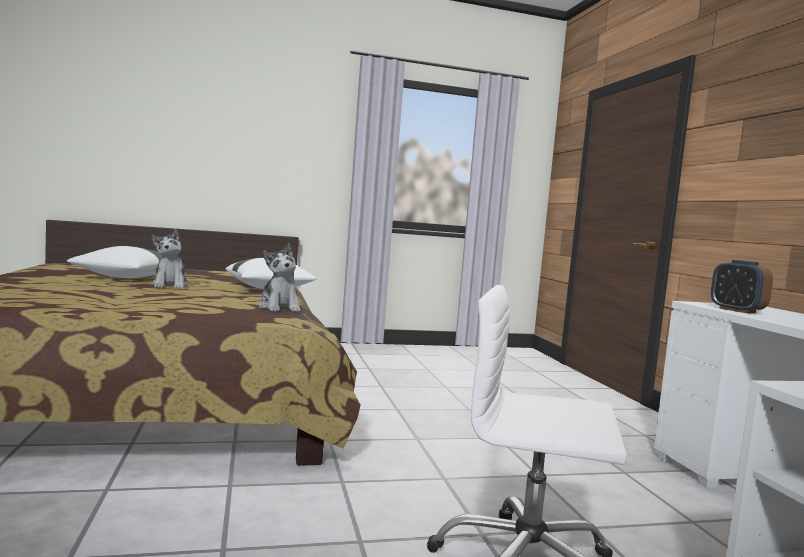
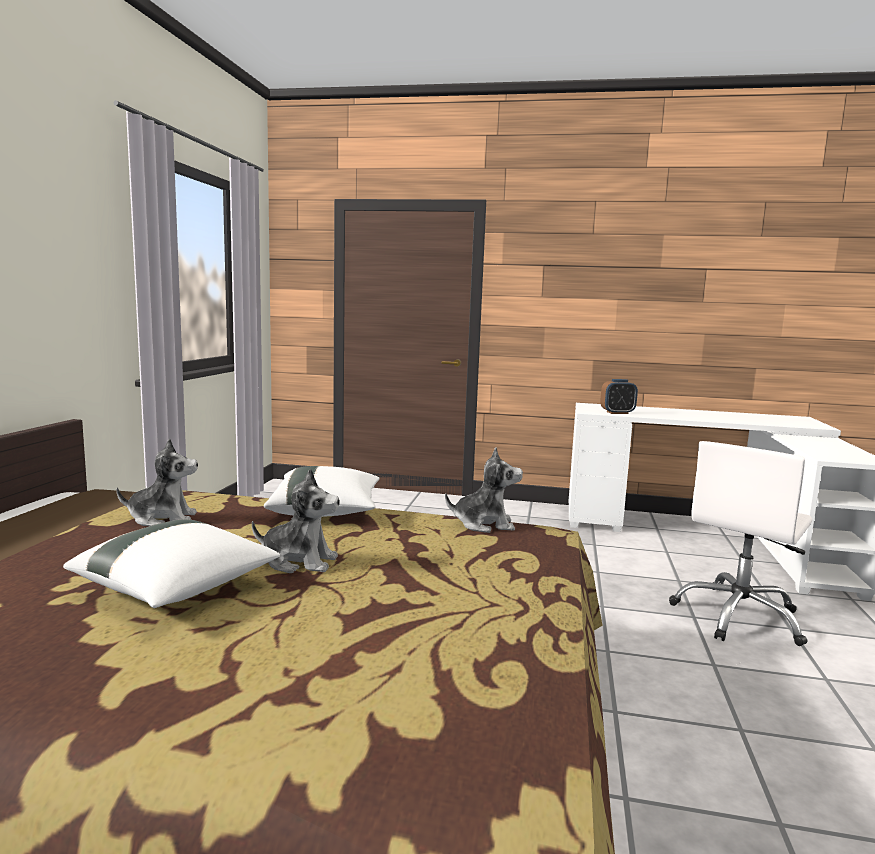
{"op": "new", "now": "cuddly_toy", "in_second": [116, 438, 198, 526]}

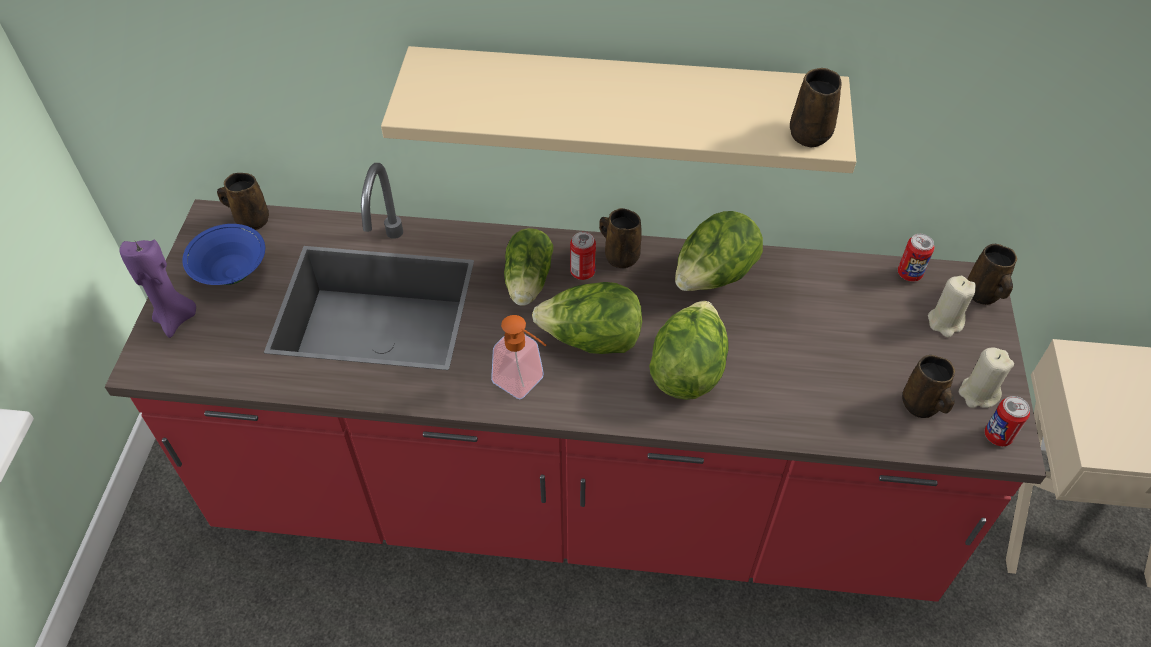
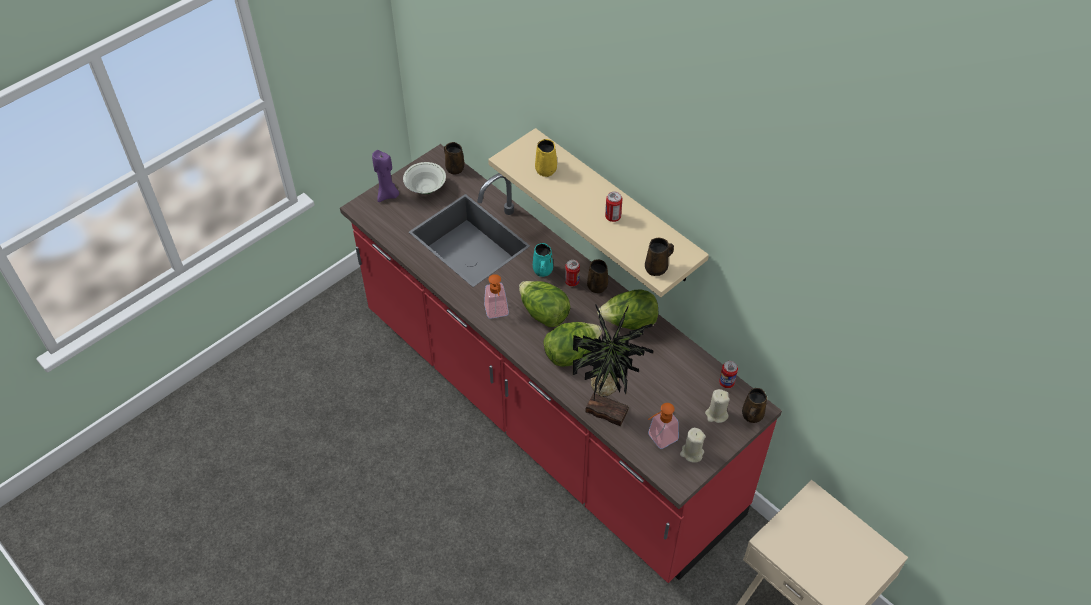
{"op": "new", "now": "yellow-coloured_tea_mug", "in_second": [535, 139, 557, 177]}
{"op": "new", "now": "potted_plant", "in_second": [572, 304, 654, 426]}
{"op": "shifted", "was": "metal_can", "in_first": [985, 396, 1030, 446], "in_second": [605, 192, 622, 222]}
{"op": "swapped", "was": "lettuce_head", "now": "turquoise_tea_mug", "in_first": [504, 228, 553, 306], "in_second": [533, 243, 553, 277]}
{"op": "swapped", "was": "brownish_tea_mug", "now": "soap_bottle", "in_first": [902, 355, 955, 418], "in_second": [648, 403, 679, 449]}
{"op": "repainted", "was": "blue_bowl", "now": "white_bowl", "in_first": [182, 224, 265, 285], "in_second": [403, 162, 446, 194]}

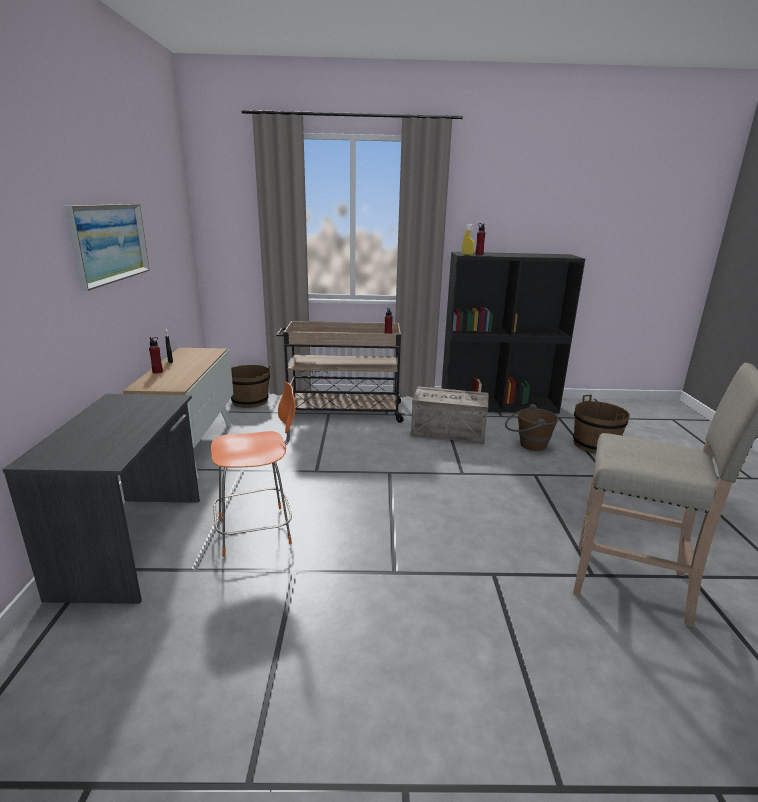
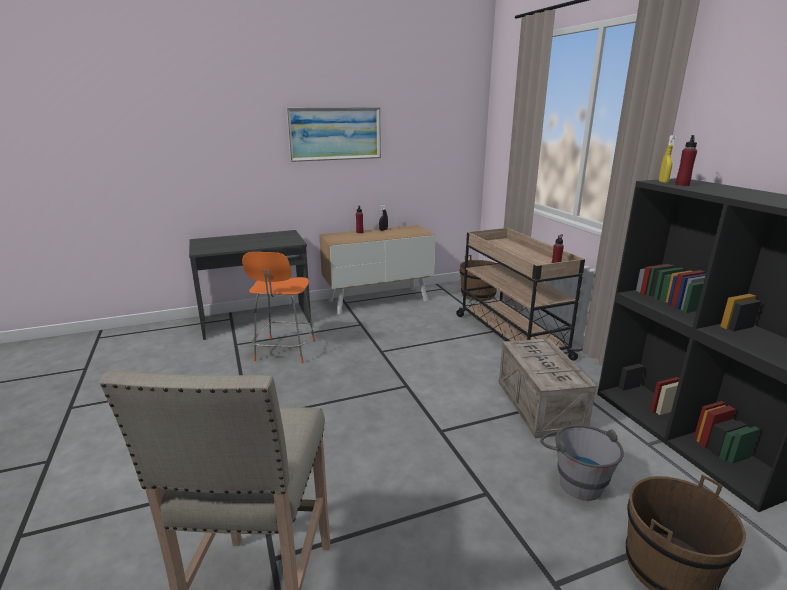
{"op": "repainted", "was": "brownish_bucket", "now": "grey_bucket", "in_first": [505, 404, 559, 451], "in_second": [540, 425, 624, 501]}
{"op": "rotated", "was": "orangey_upright_chair", "in_first": [211, 382, 296, 557], "in_second": [242, 252, 315, 363], "clockwise": 45}

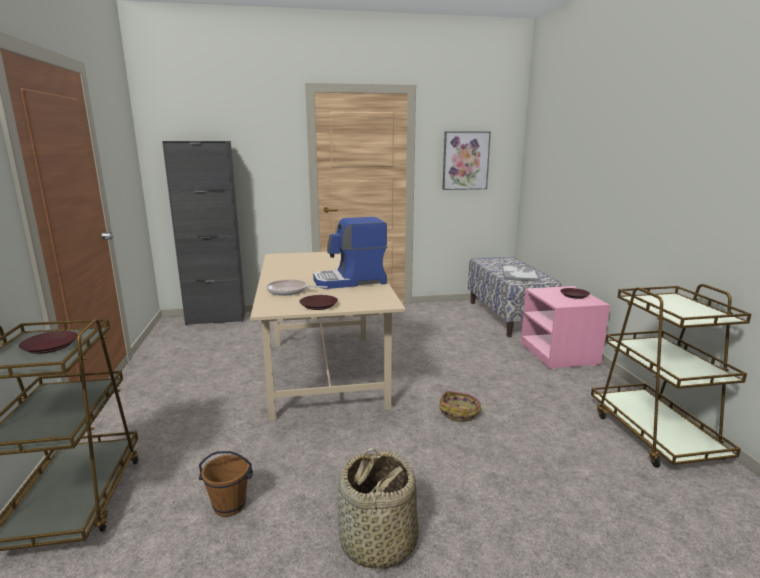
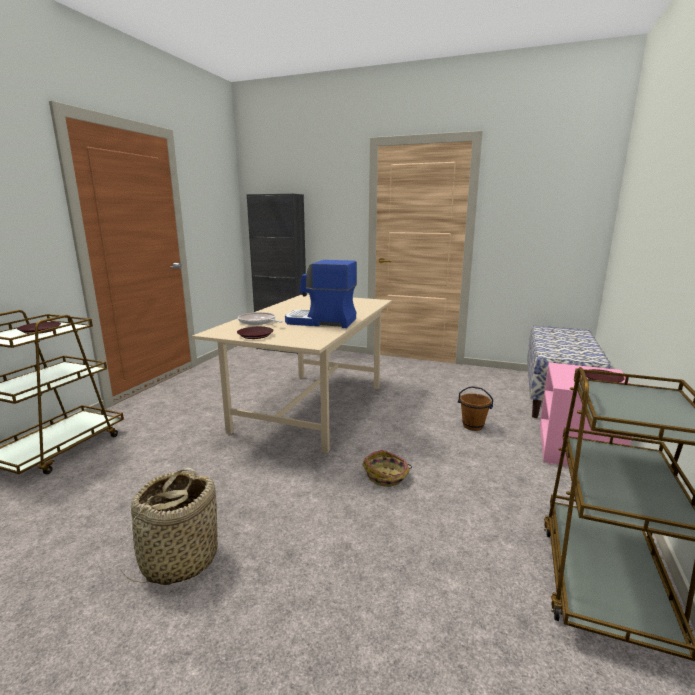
{"op": "gone", "was": "wall_picture", "in_first": [442, 131, 491, 190]}
{"op": "gone", "was": "tray", "in_first": [502, 265, 540, 282]}
{"op": "shifted", "was": "brownish_bucket", "in_first": [199, 451, 253, 517], "in_second": [458, 386, 493, 431]}

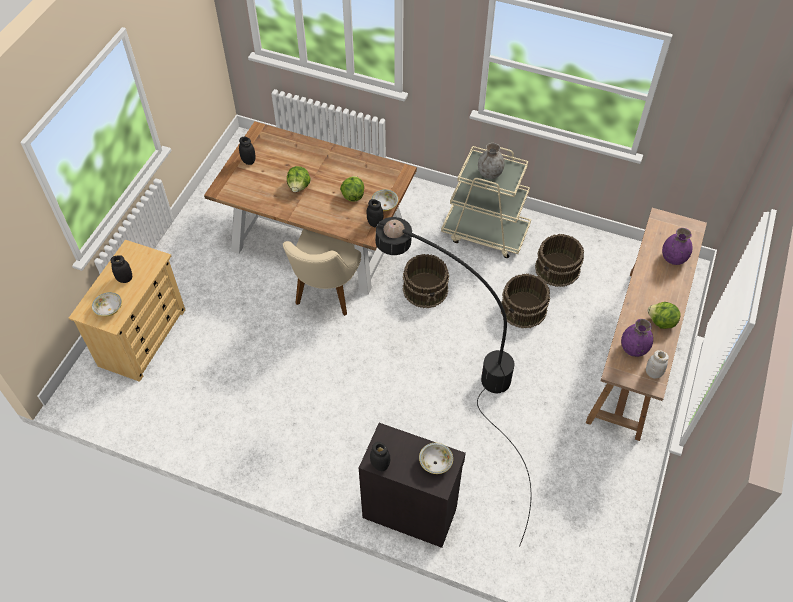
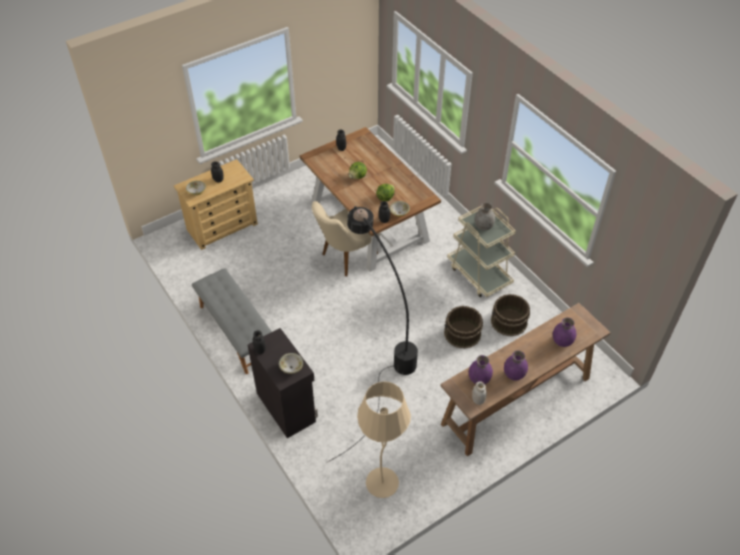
{"op": "gone", "was": "brownish_bucket", "in_first": [403, 254, 449, 308]}
{"op": "new", "now": "grey_long_seat", "in_second": [192, 268, 272, 374]}
{"op": "new", "now": "sand-coloured_standard_lamp", "in_second": [357, 381, 411, 498]}
{"op": "swapped", "was": "lettuce_head", "now": "purple-coloured_decorative_vase", "in_first": [648, 302, 680, 329], "in_second": [504, 350, 528, 380]}

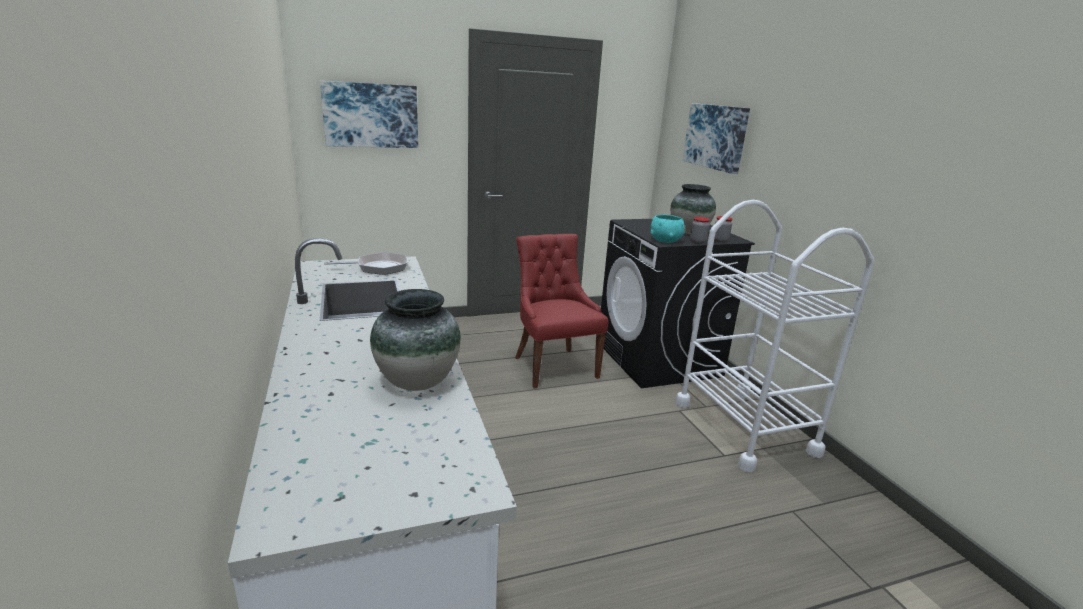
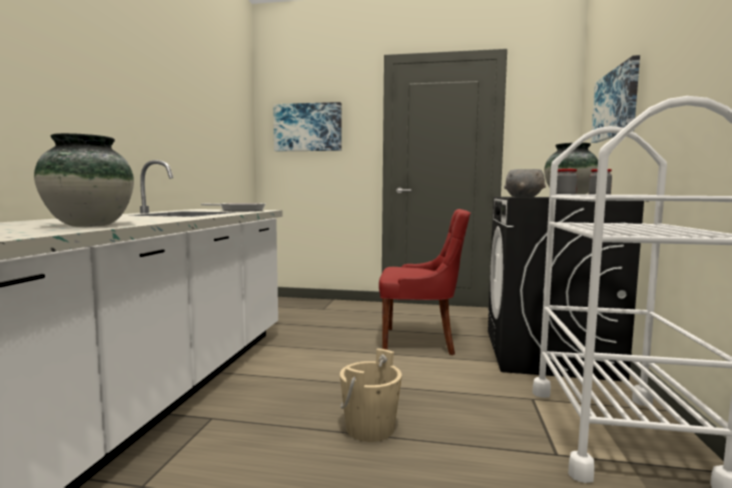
{"op": "new", "now": "sand-coloured_bucket", "in_second": [340, 348, 402, 442]}
{"op": "repainted", "was": "turquoise_bowl", "now": "grey_bowl", "in_first": [650, 215, 685, 243], "in_second": [504, 169, 546, 198]}
{"op": "rotated", "was": "red_upright_chair", "in_first": [515, 234, 609, 389], "in_second": [379, 209, 471, 355], "clockwise": 90}

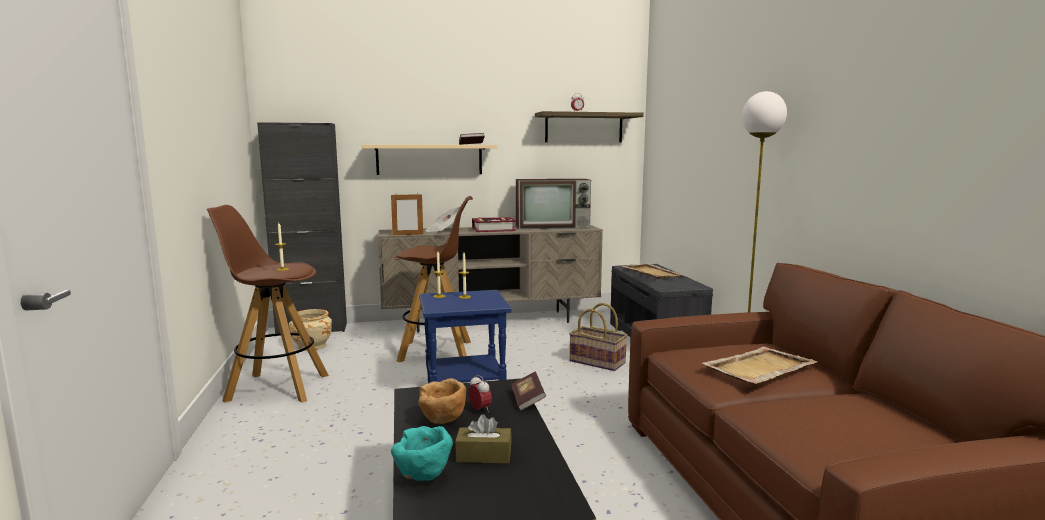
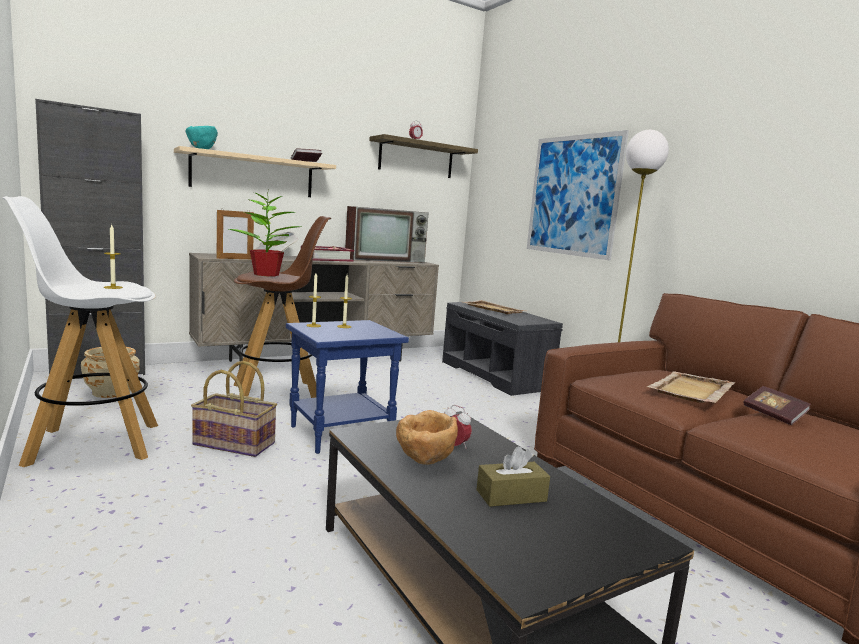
{"op": "new", "now": "potted_plant", "in_second": [229, 192, 300, 276]}
{"op": "new", "now": "wall_picture", "in_second": [527, 130, 629, 261]}
{"op": "shifted", "was": "turquoise_bowl", "in_first": [391, 426, 453, 481], "in_second": [186, 126, 218, 149]}
{"op": "shifted", "was": "bound_book", "in_first": [511, 371, 546, 411], "in_second": [744, 386, 811, 425]}
{"op": "shifted", "was": "storage_basket", "in_first": [569, 303, 628, 371], "in_second": [191, 361, 277, 457]}
{"op": "repainted", "was": "brownish_sitting_stool", "now": "white_sitting_stool", "in_first": [207, 205, 329, 403], "in_second": [2, 196, 158, 467]}

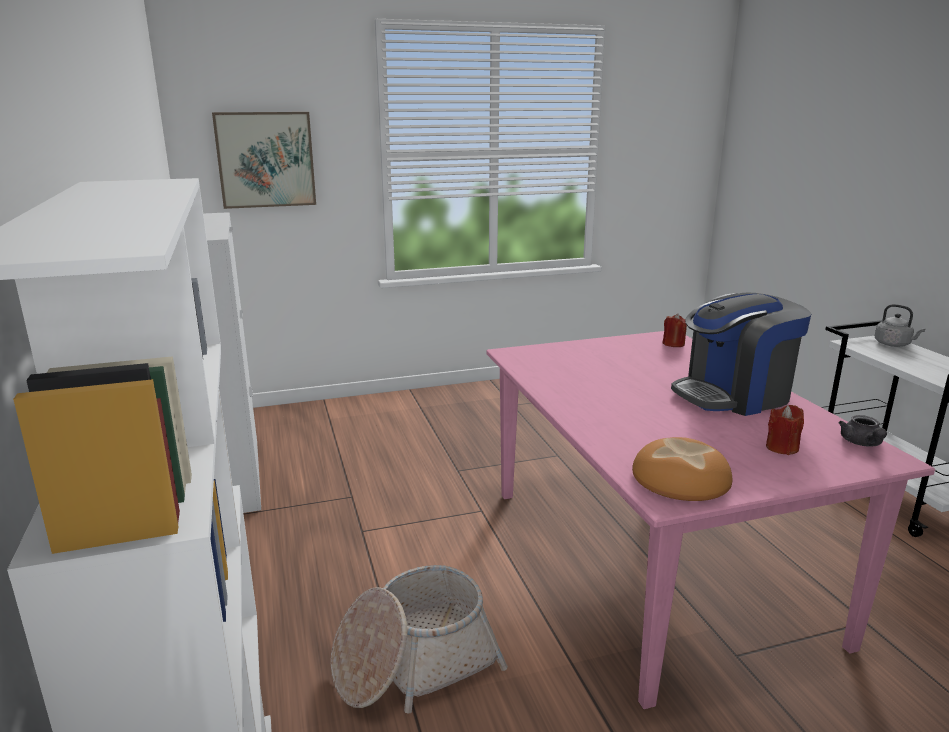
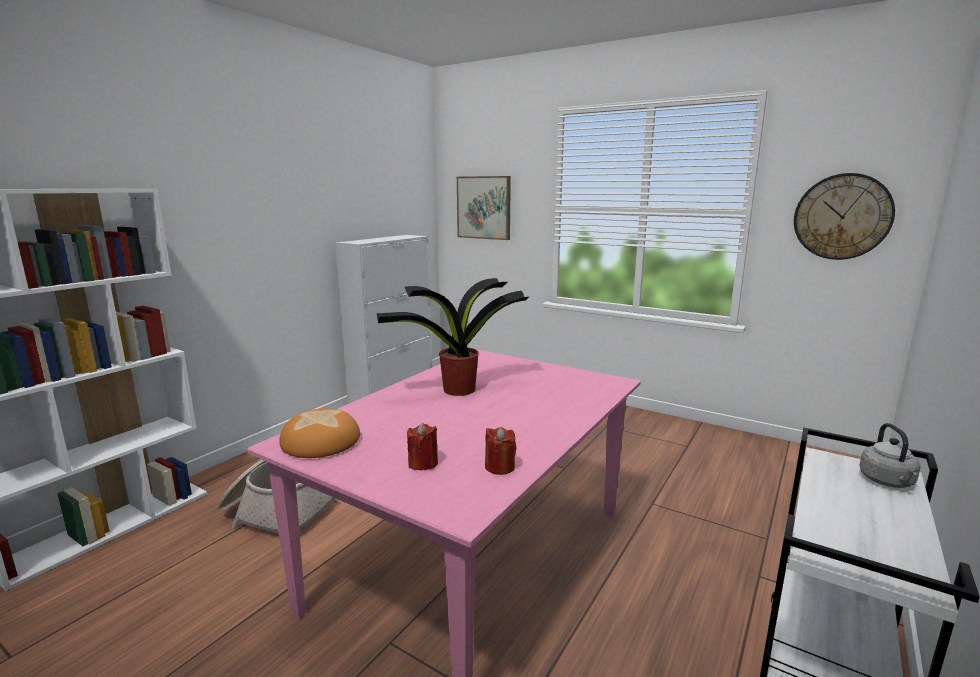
{"op": "gone", "was": "coffee_machine", "in_first": [671, 293, 812, 416]}
{"op": "gone", "was": "grey_teapot", "in_first": [839, 415, 887, 446]}
{"op": "new", "now": "potted_plant", "in_second": [377, 278, 530, 396]}
{"op": "new", "now": "clock_on_the_wall", "in_second": [794, 173, 895, 260]}
{"op": "shifted", "was": "red_candle", "in_first": [662, 313, 687, 347], "in_second": [485, 427, 517, 475]}

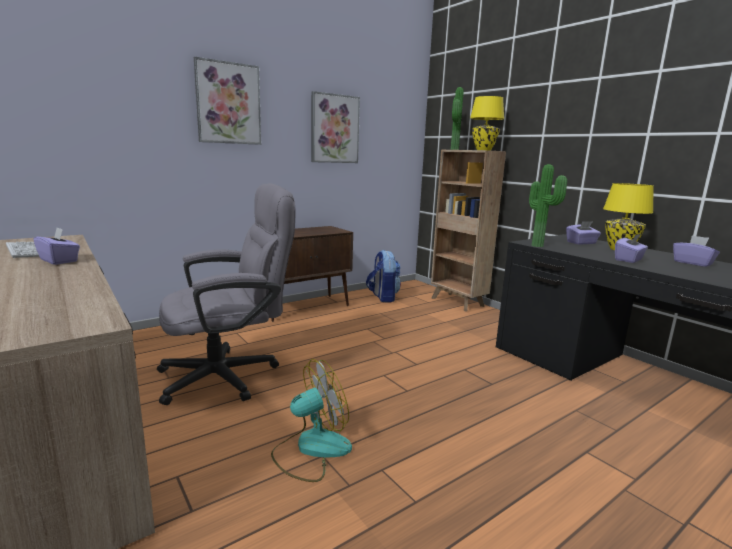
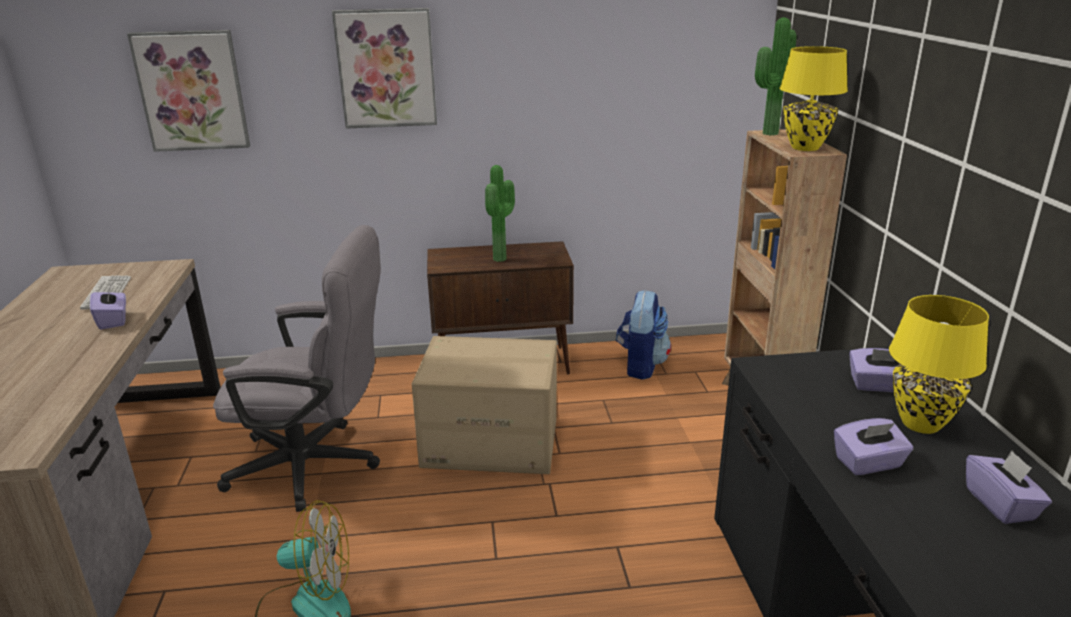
{"op": "new", "now": "carton", "in_second": [412, 336, 557, 474]}
{"op": "shifted", "was": "wall_picture", "in_first": [311, 91, 360, 163], "in_second": [127, 30, 250, 152]}
{"op": "shifted", "was": "potted_plant", "in_first": [529, 164, 567, 247], "in_second": [485, 165, 515, 262]}

